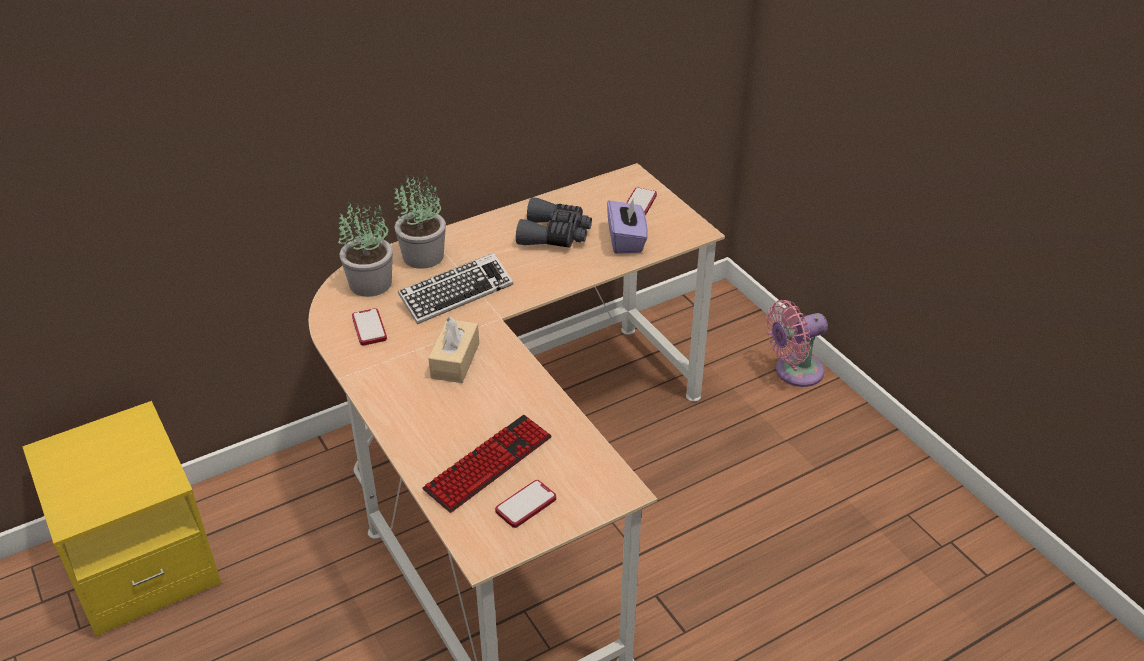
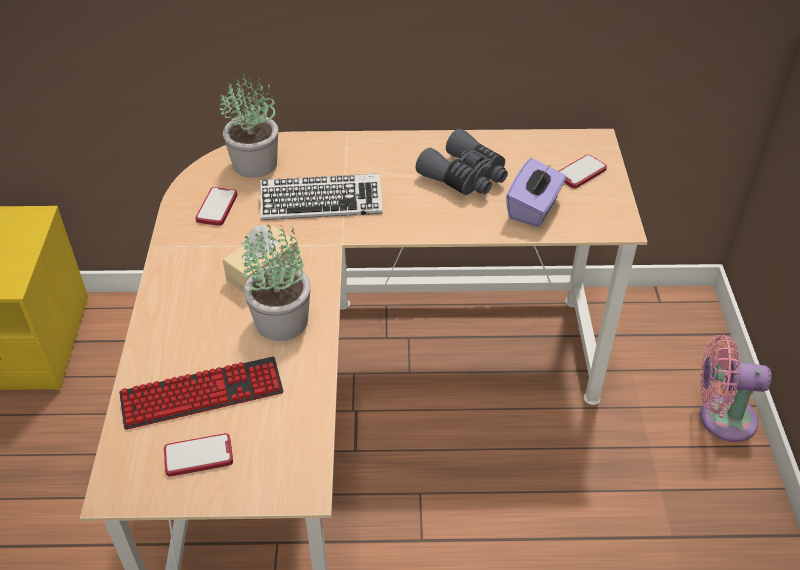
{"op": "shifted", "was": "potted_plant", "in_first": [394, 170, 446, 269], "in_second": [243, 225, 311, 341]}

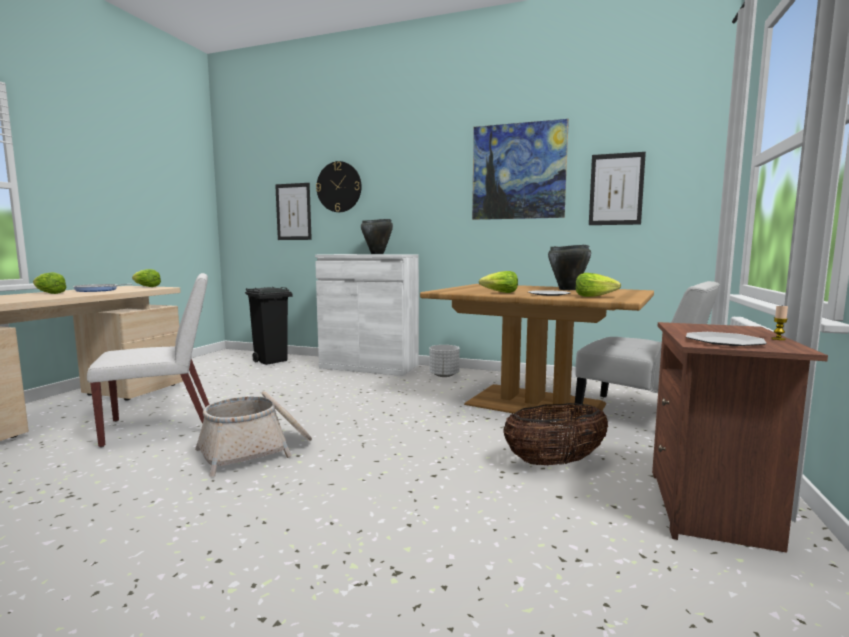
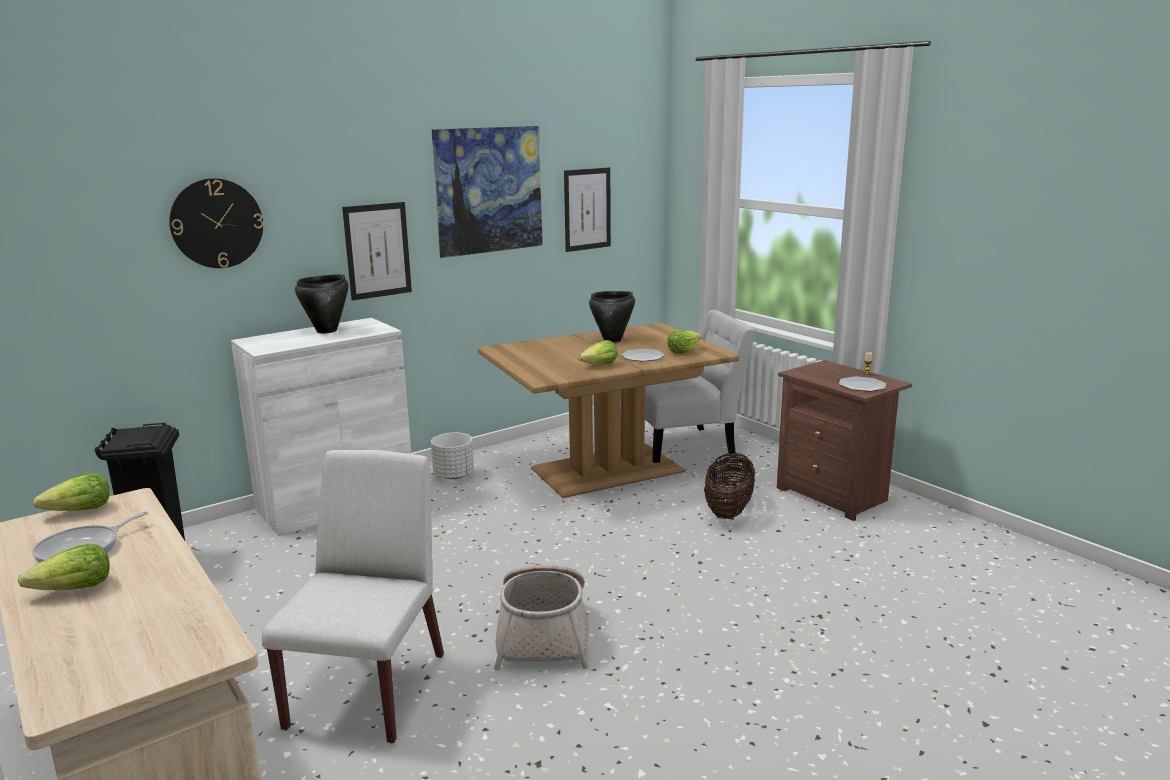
{"op": "shifted", "was": "wall_picture", "in_first": [275, 183, 312, 240], "in_second": [342, 202, 412, 301]}

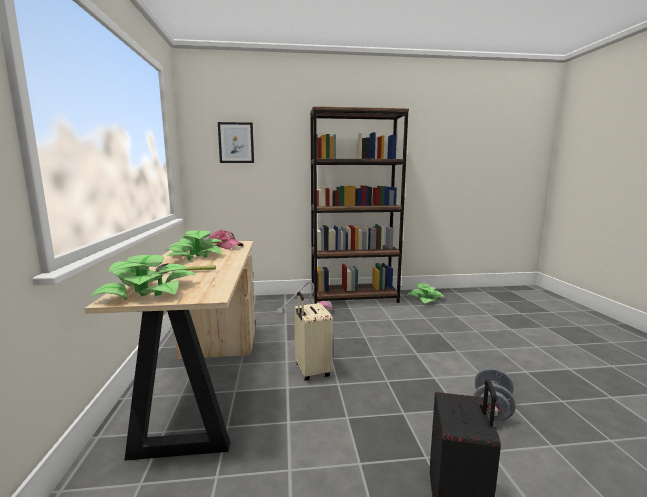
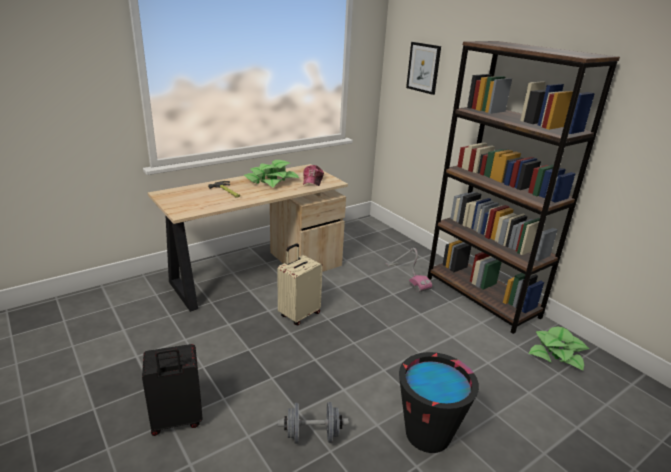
{"op": "gone", "was": "potted_plant", "in_first": [91, 255, 197, 300]}
{"op": "new", "now": "black-coloured_bucket", "in_second": [399, 352, 479, 453]}

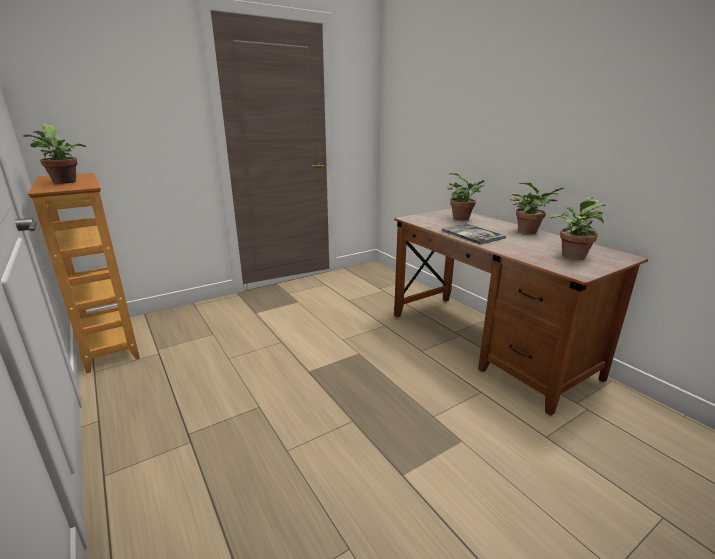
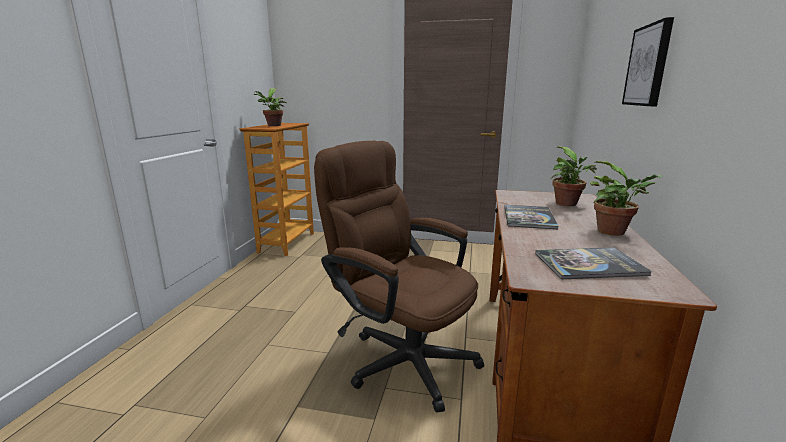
{"op": "new", "now": "brownish_desk_chair", "in_second": [314, 141, 484, 413]}
{"op": "new", "now": "wall_picture", "in_second": [622, 17, 674, 106]}
{"op": "swapped", "was": "potted_plant", "now": "bound_book", "in_first": [550, 196, 605, 260], "in_second": [535, 247, 652, 279]}

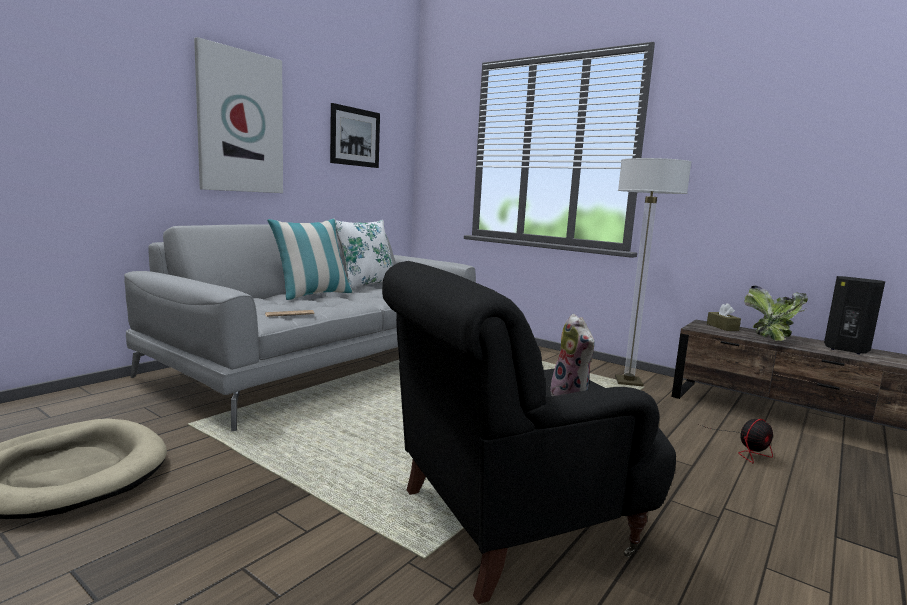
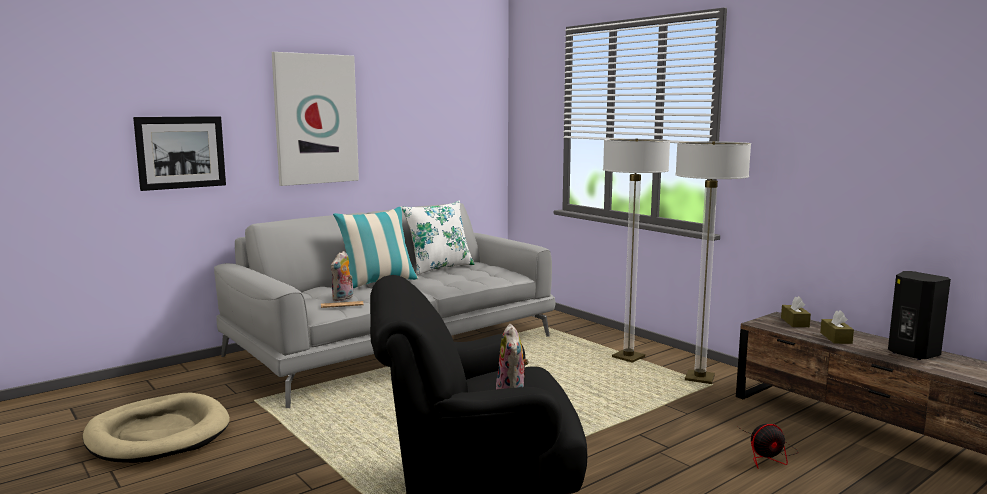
{"op": "new", "now": "cuddly_toy", "in_second": [331, 251, 353, 301]}
{"op": "new", "now": "standard_lamp", "in_second": [603, 139, 670, 363]}
{"op": "shifted", "was": "wall_picture", "in_first": [330, 103, 380, 168], "in_second": [133, 116, 226, 191]}
{"op": "swapped", "was": "potted_plant", "now": "brownish_tissue_holder", "in_first": [744, 286, 808, 341], "in_second": [820, 310, 854, 344]}

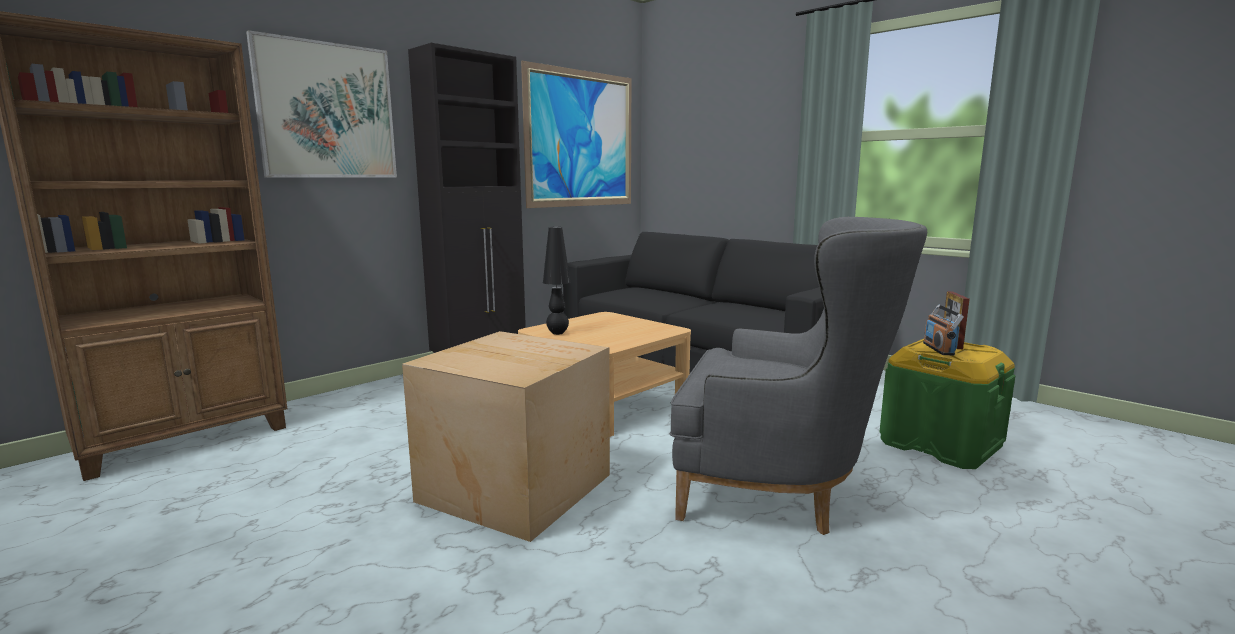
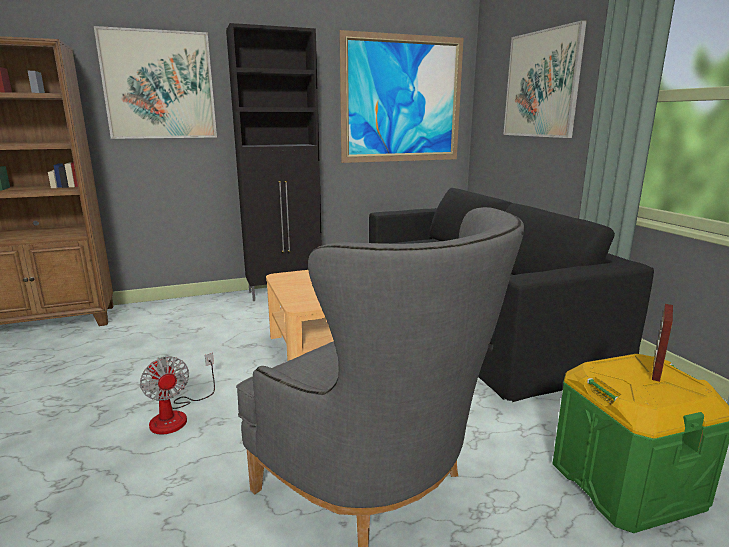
{"op": "gone", "was": "black-coloured_table_lamp", "in_first": [543, 227, 570, 335]}
{"op": "gone", "was": "radio_set", "in_first": [923, 305, 964, 355]}
{"op": "new", "now": "wall_picture", "in_second": [503, 20, 587, 138]}
{"op": "swapped", "was": "carton", "now": "electric_fan", "in_first": [402, 331, 610, 542], "in_second": [140, 353, 215, 435]}

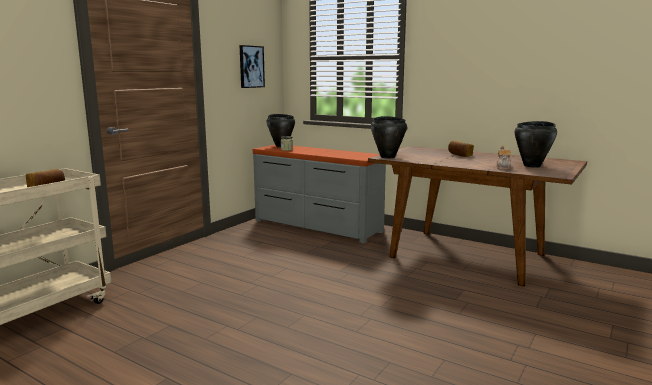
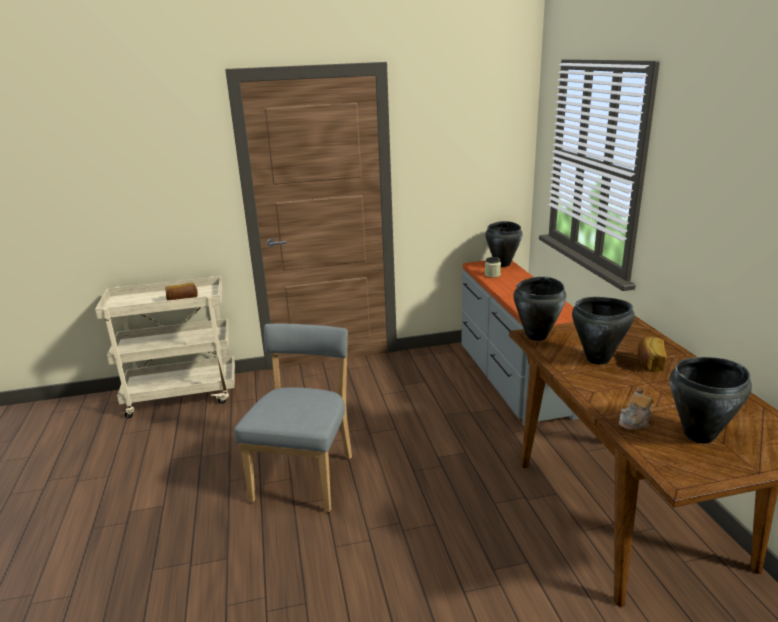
{"op": "gone", "was": "wall_picture", "in_first": [239, 45, 265, 88]}
{"op": "new", "now": "grey_upright_chair", "in_second": [234, 324, 352, 512]}
{"op": "new", "now": "black-coloured_stockpot", "in_second": [572, 297, 635, 365]}

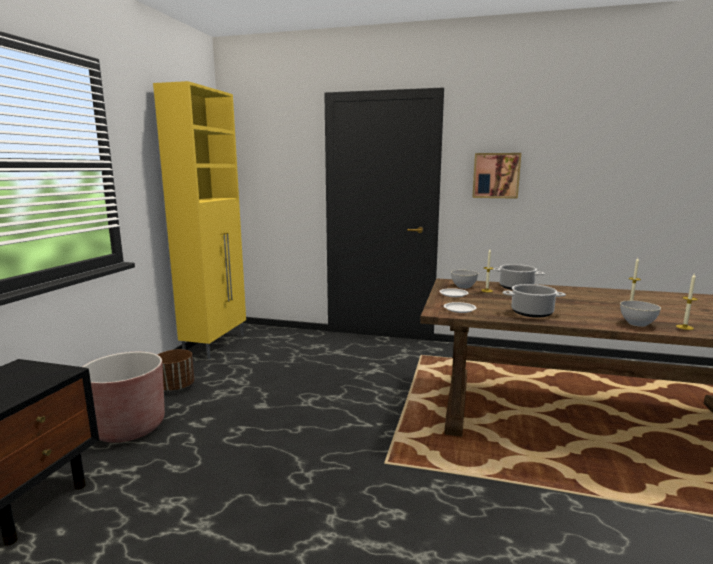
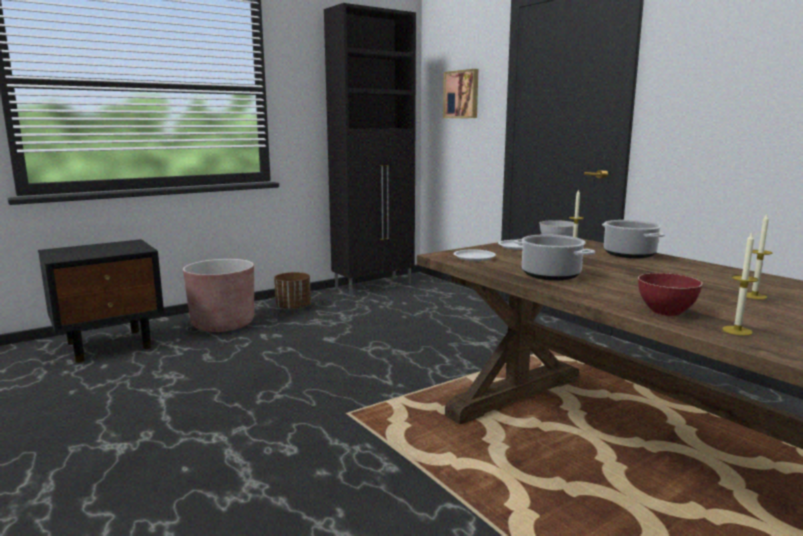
{"op": "shifted", "was": "wall_picture", "in_first": [472, 153, 521, 199], "in_second": [443, 69, 478, 118]}
{"op": "repainted", "was": "yellow-coloured_storage_cabinet", "now": "black-coloured_storage_cabinet", "in_first": [153, 81, 246, 359], "in_second": [324, 3, 416, 295]}
{"op": "repainted", "was": "grey_bowl", "now": "red_bowl", "in_first": [620, 300, 661, 327], "in_second": [638, 273, 703, 316]}

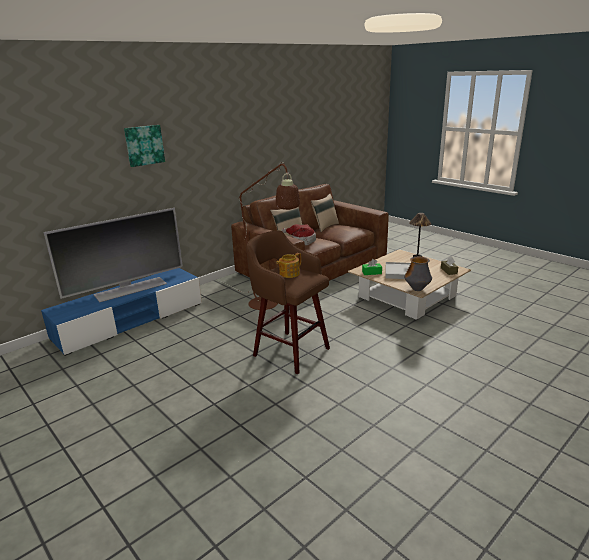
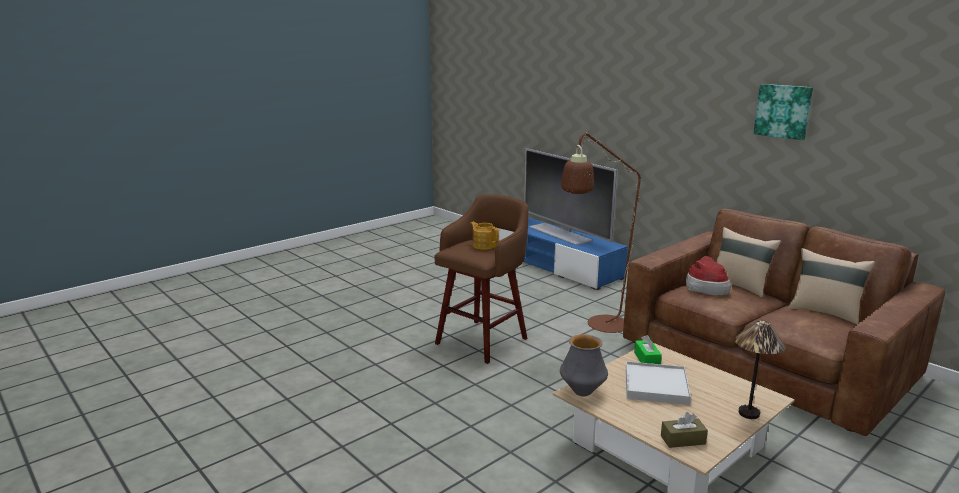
{"op": "shifted", "was": "wall_picture", "in_first": [124, 125, 165, 167], "in_second": [753, 84, 813, 140]}

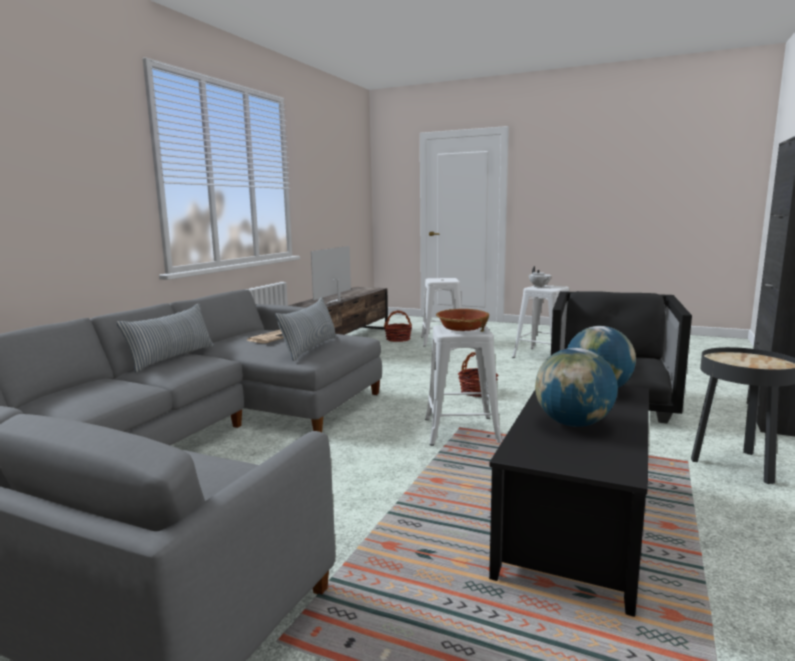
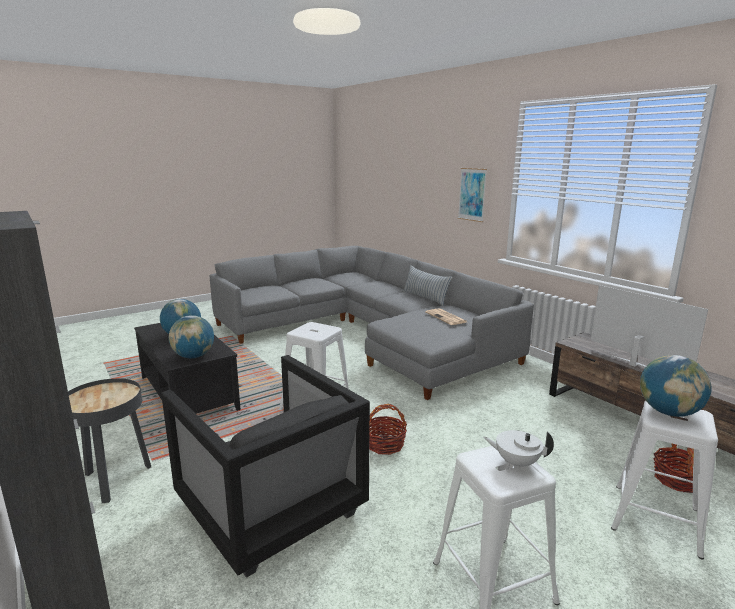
{"op": "gone", "was": "cushion", "in_first": [275, 297, 337, 361]}
{"op": "gone", "was": "bowl", "in_first": [436, 309, 489, 332]}
{"op": "new", "now": "wall_picture", "in_second": [458, 168, 487, 222]}
{"op": "new", "now": "globe", "in_second": [640, 355, 712, 417]}

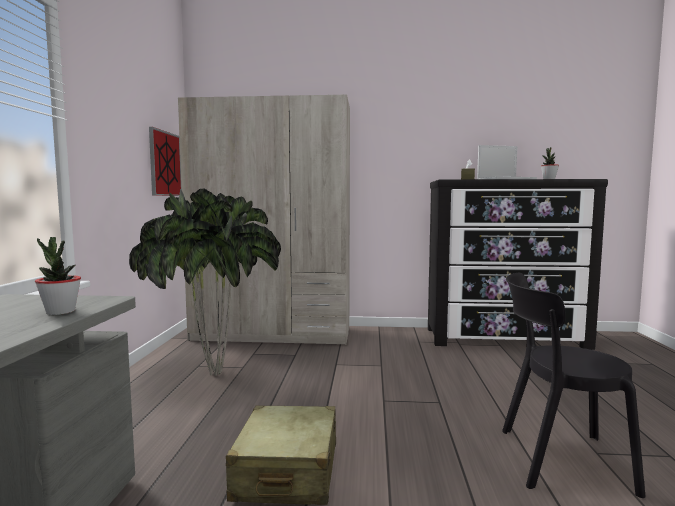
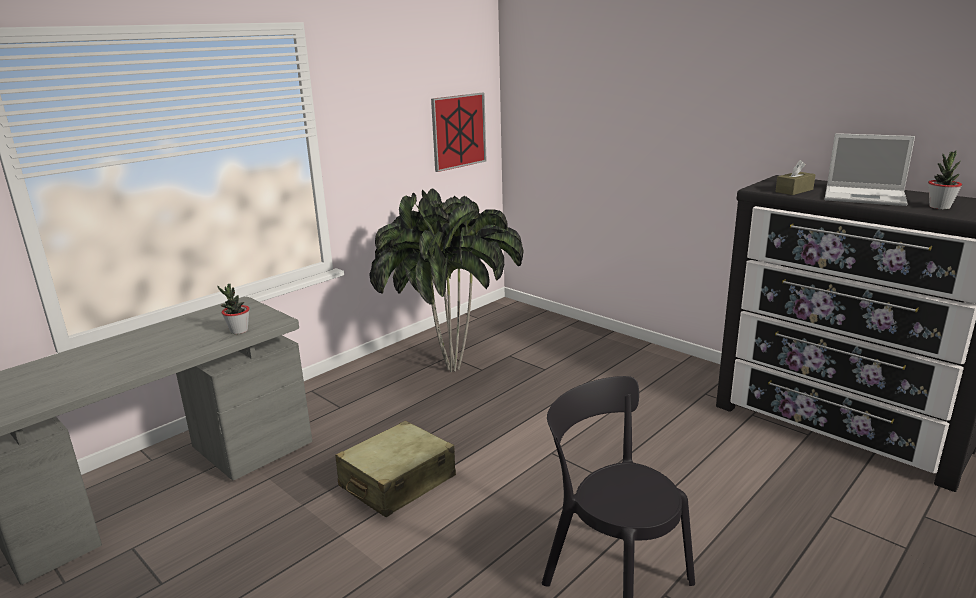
{"op": "gone", "was": "sand-coloured_clothes_cupboard", "in_first": [178, 95, 350, 345]}

